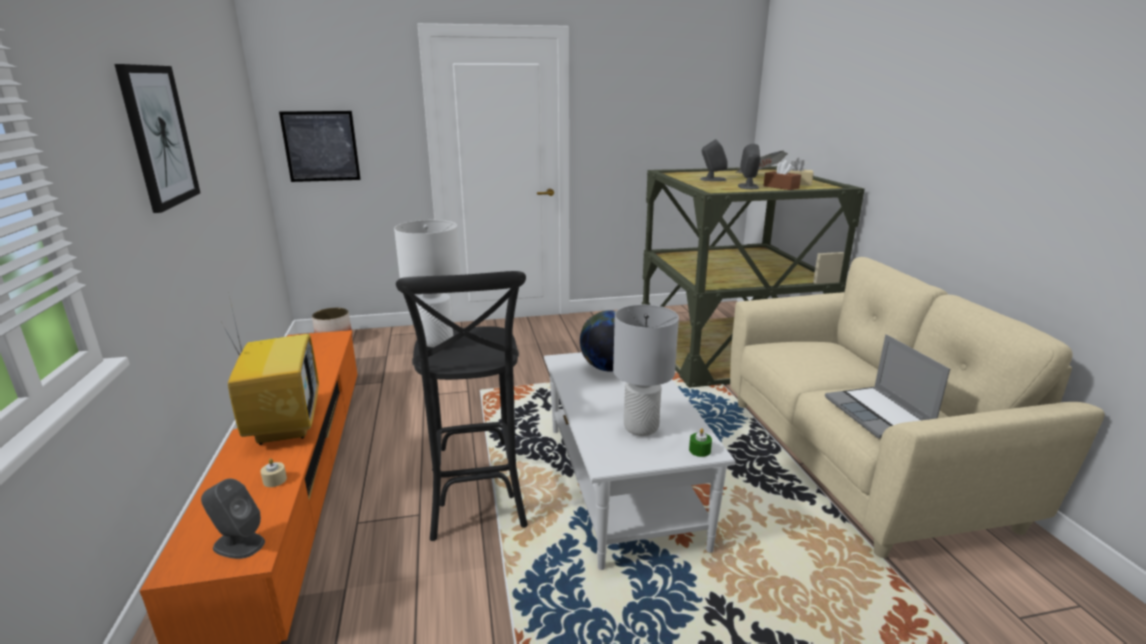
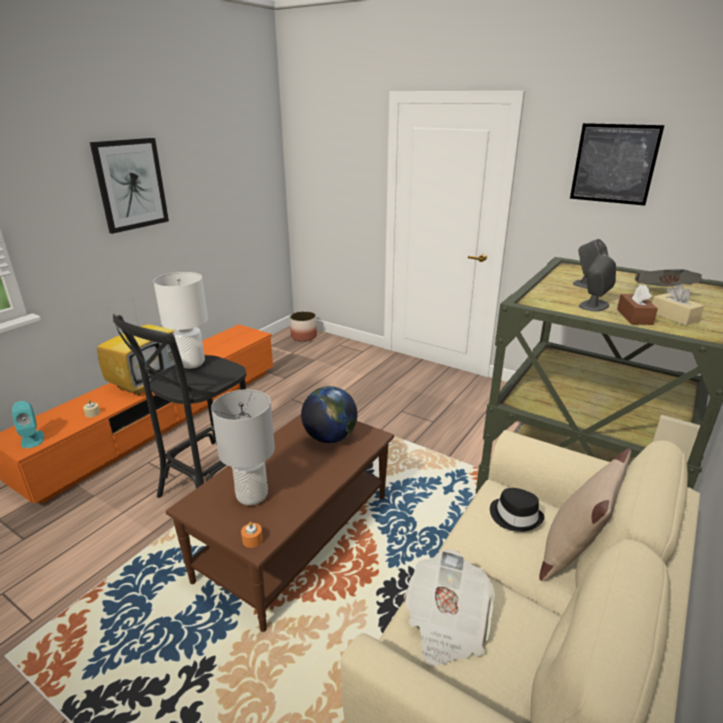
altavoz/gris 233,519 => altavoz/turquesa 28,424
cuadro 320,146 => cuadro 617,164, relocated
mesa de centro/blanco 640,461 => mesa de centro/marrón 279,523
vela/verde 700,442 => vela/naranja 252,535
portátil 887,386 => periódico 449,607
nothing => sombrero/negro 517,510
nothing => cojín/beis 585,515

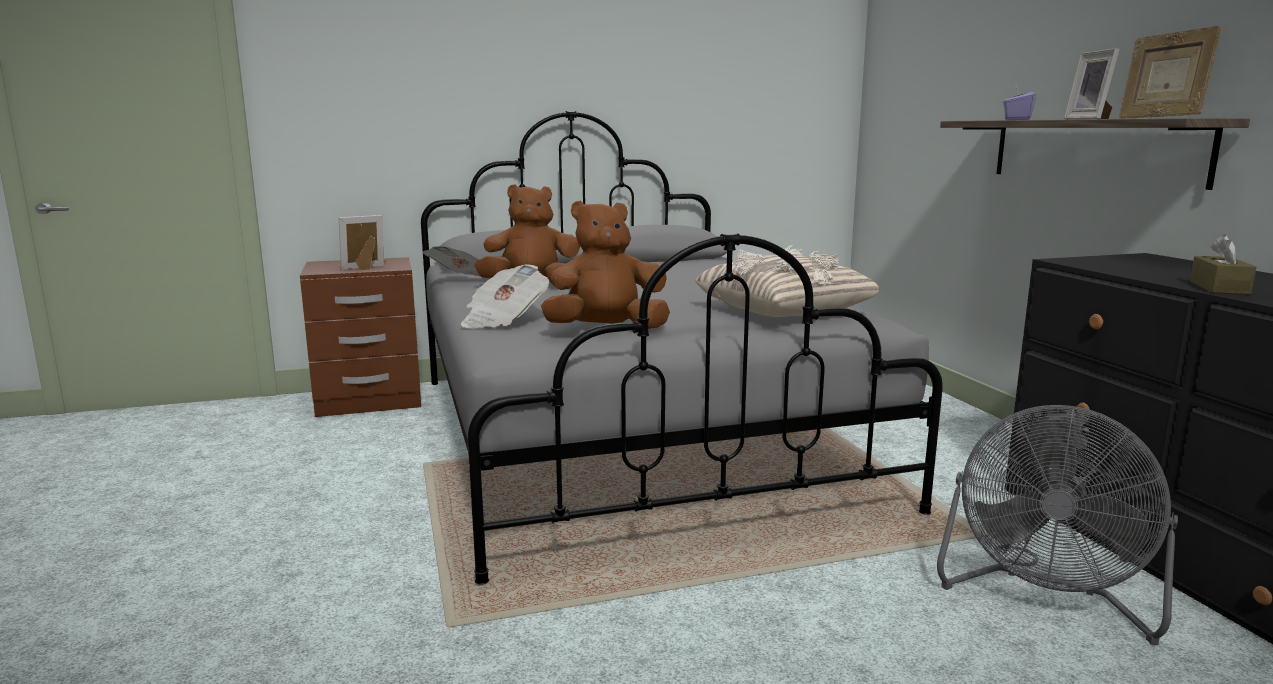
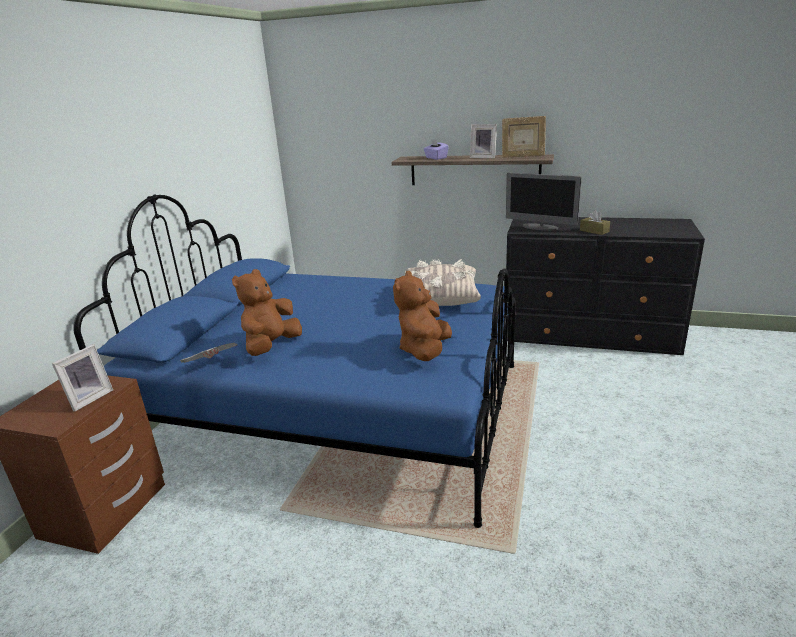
portarretratos 361,242 => portarretratos 82,378, 150 degrees counterclockwise
cama/gris 682,348 => cama/azul 294,361
periódico 505,296 => nothing
ventilador/gris 1057,525 => nothing
nothing => monitor 544,202

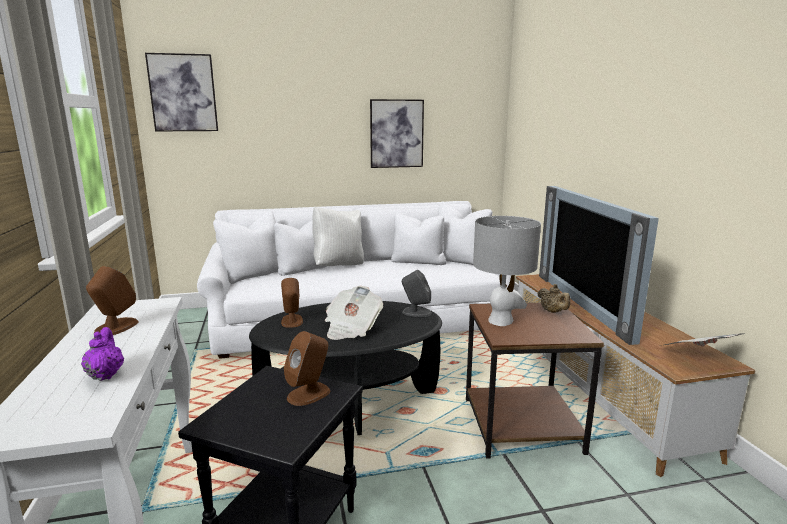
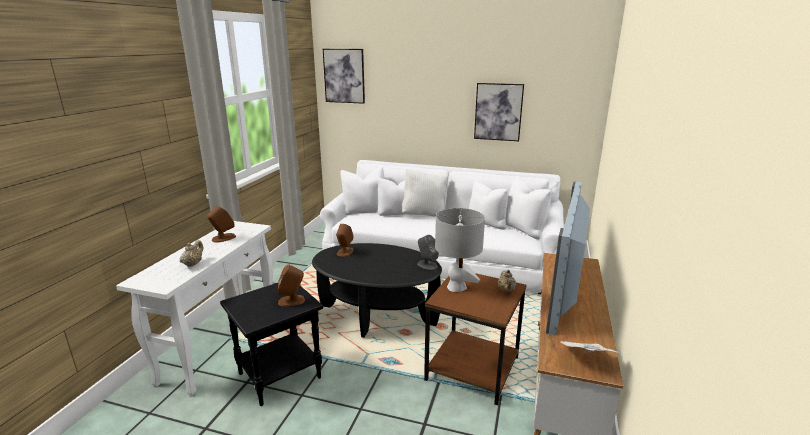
tetera/morado 102,354 => tetera/beis 191,253
periódico 354,313 => nothing

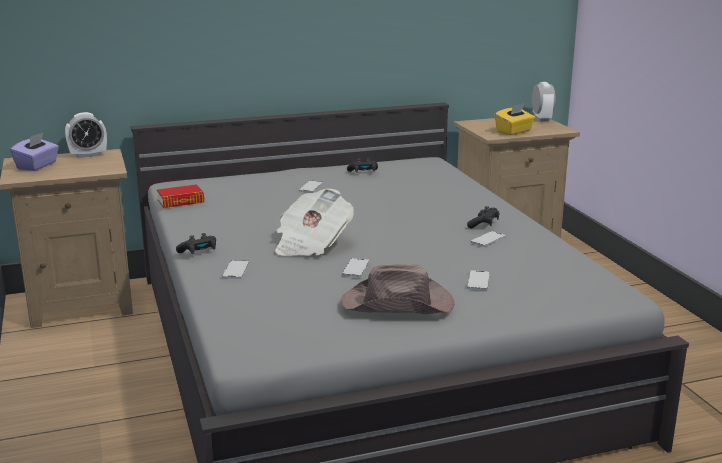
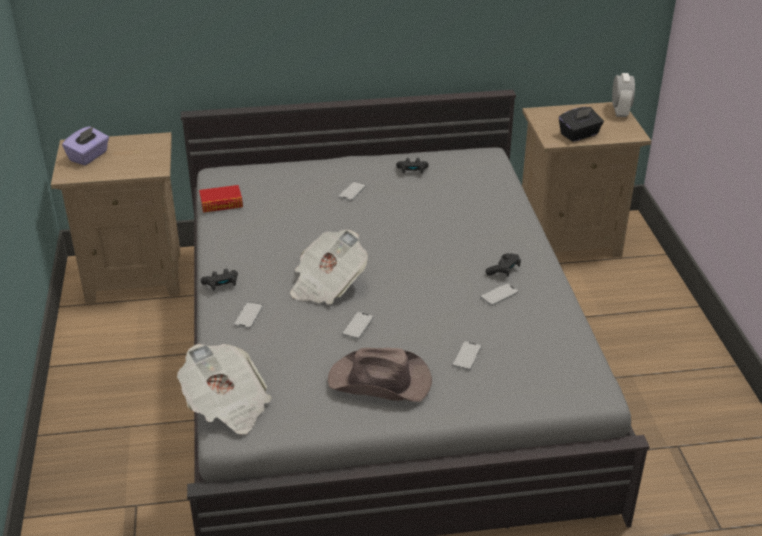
despertador 86,135 => nothing
caja de pañuelos/amarillo 515,119 => caja de pañuelos/negro 581,124
nothing => periódico 224,389

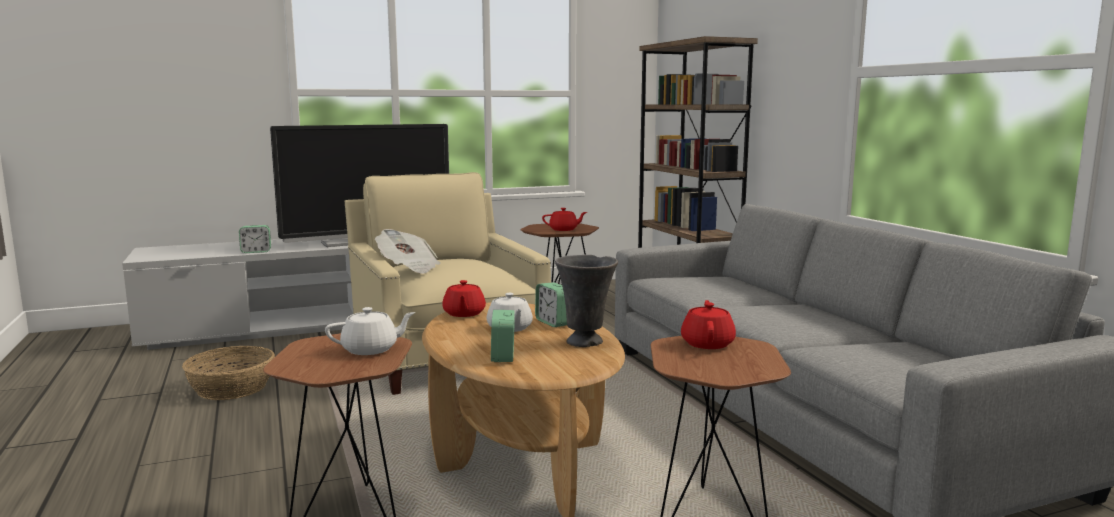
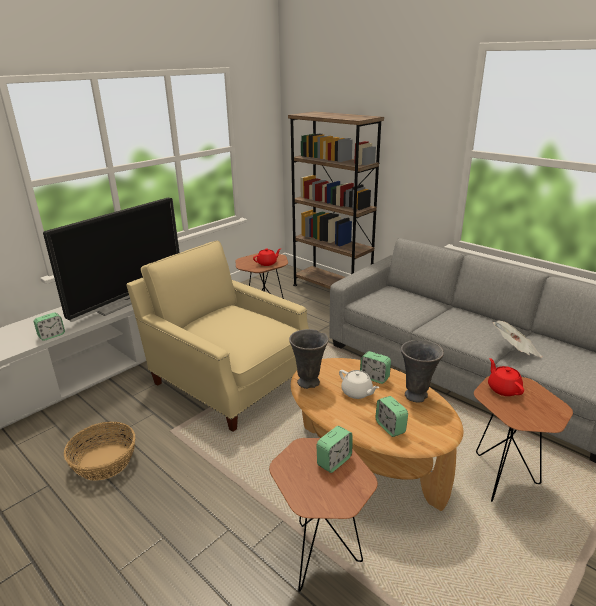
tetera/blanco 370,331 => despertador 334,449
periódico 408,251 => periódico 517,339, relocated
tetera/rojo 464,298 => florero/gris 309,359

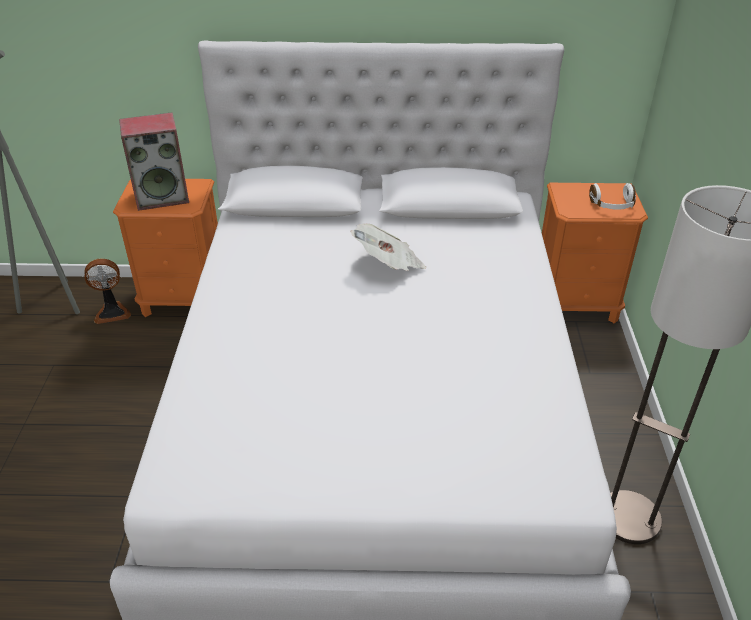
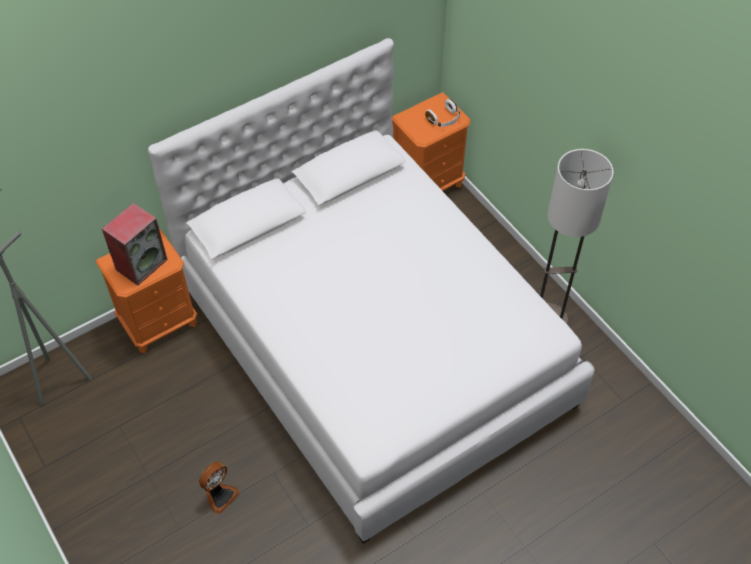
ventilador 107,291 => ventilador 219,488, relocated
periódico 388,247 => nothing

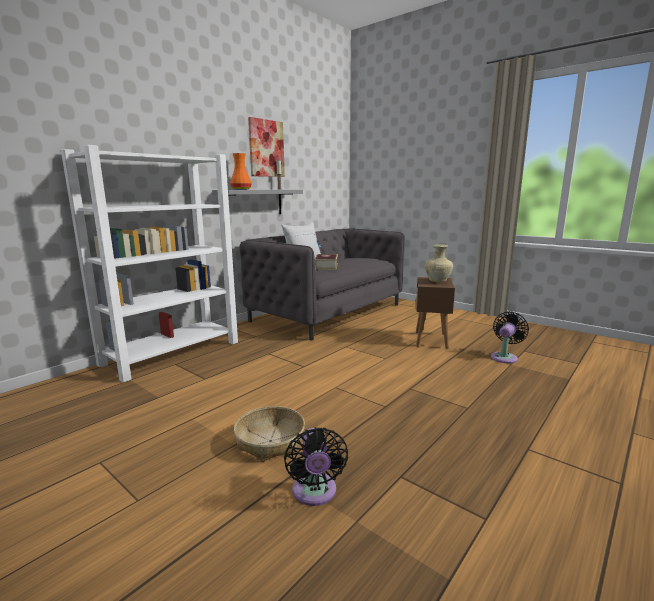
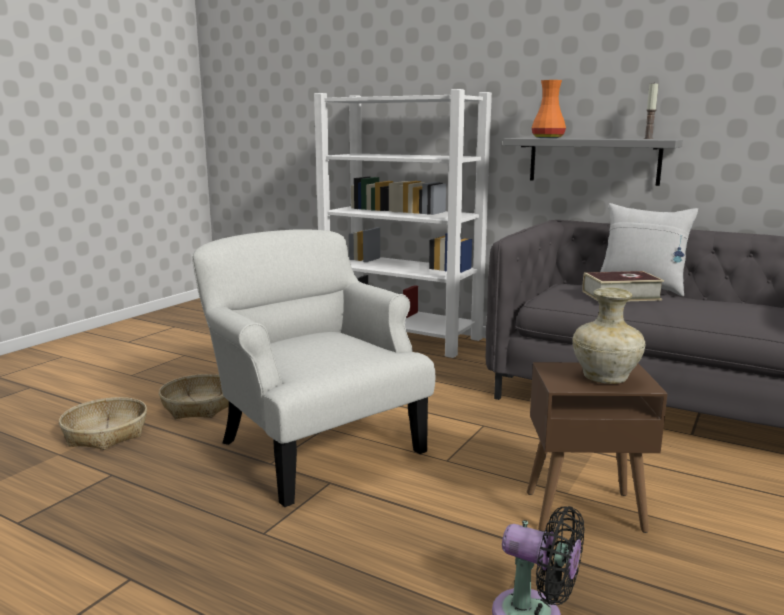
cuadro 266,147 => nothing
ventilador/negro 316,466 => cesta 103,423
nothing => sillón/blanco 313,368

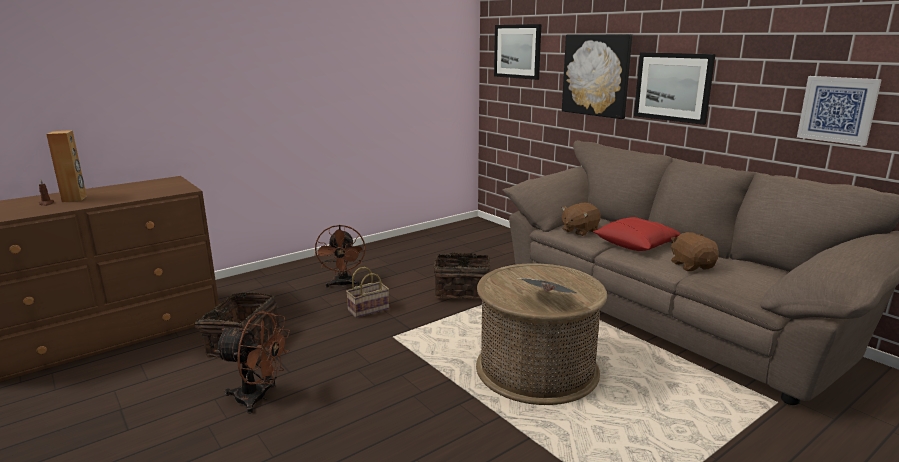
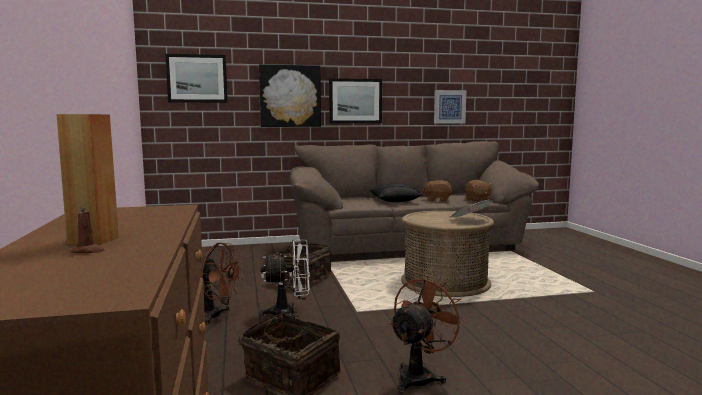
cesta 367,292 => ventilador/blanco 285,279
peluche/marrón 581,219 => peluche/marrón 479,191, relocated
cojín/rojo 637,234 => cojín/negro 395,192

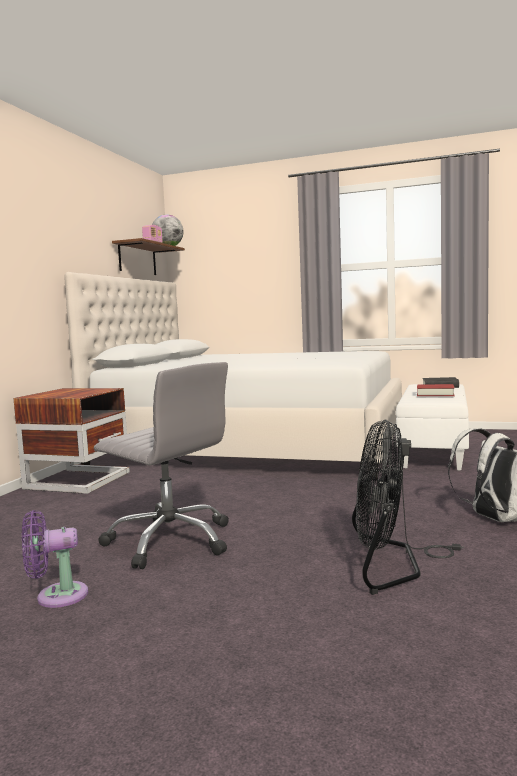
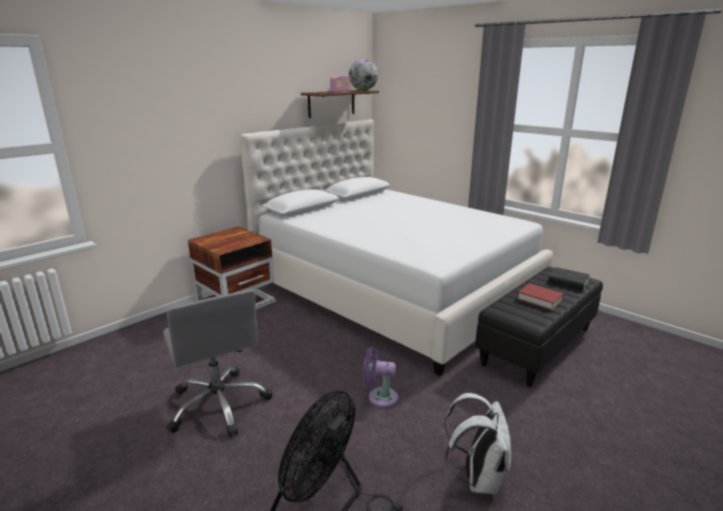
ventilador/morado 55,559 => ventilador/morado 380,377, relocated
puf/blanco 432,427 => puf/negro 539,327

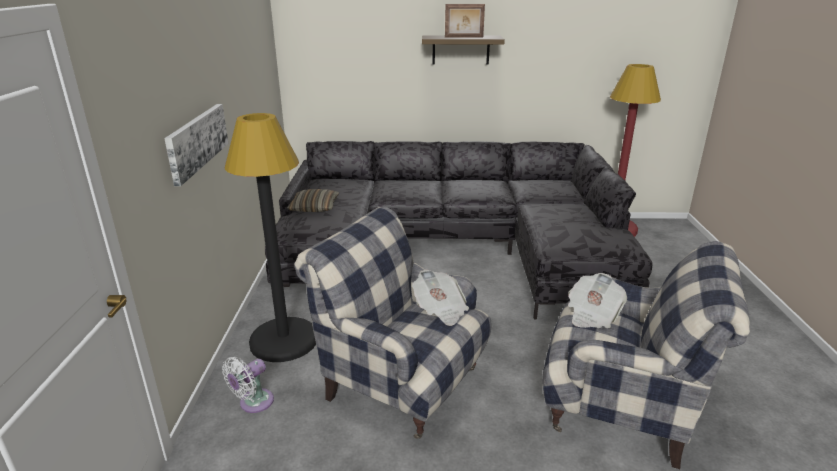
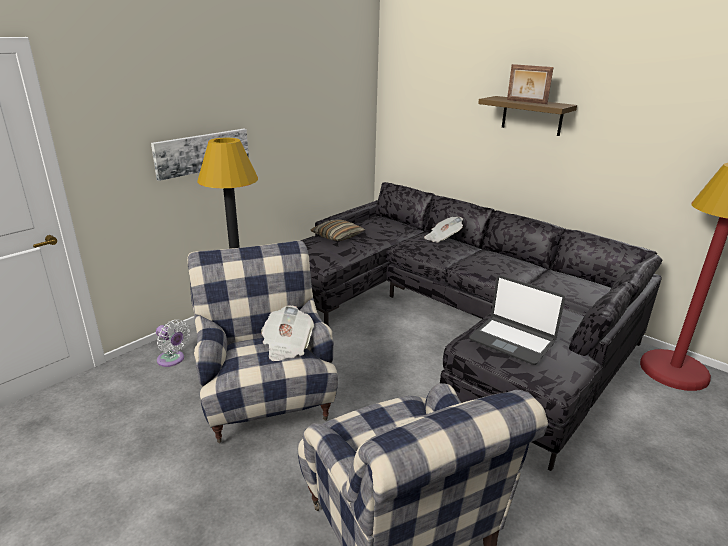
ventilador/blanco 248,385 => ventilador/blanco 173,343, 135 degrees counterclockwise
periódico 597,300 => periódico 443,230, relocated
nothing => portátil 517,320

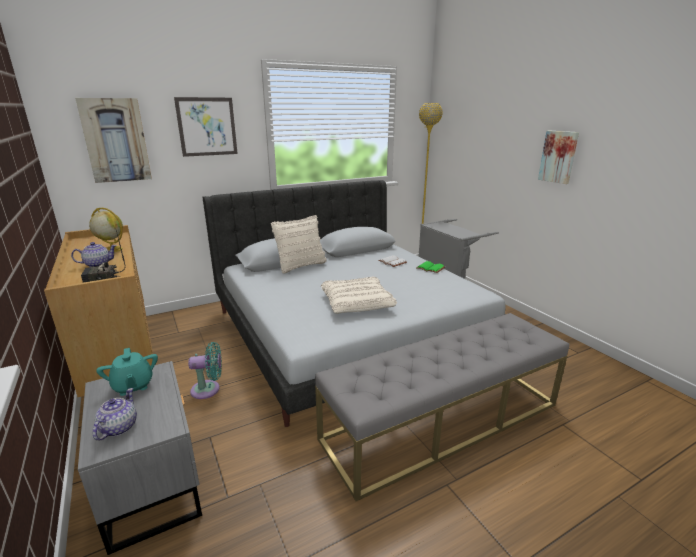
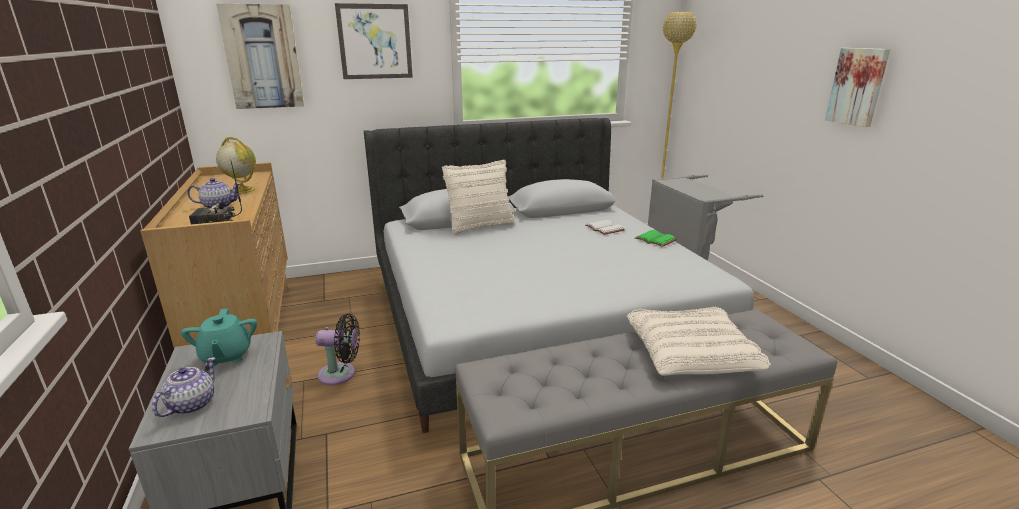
ventilador/turquesa 205,370 => ventilador/negro 337,349
cojín/beis 359,295 => cojín/beis 699,341, relocated

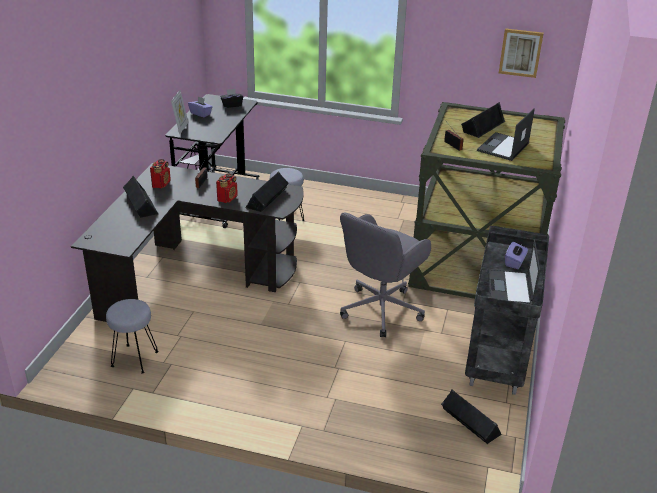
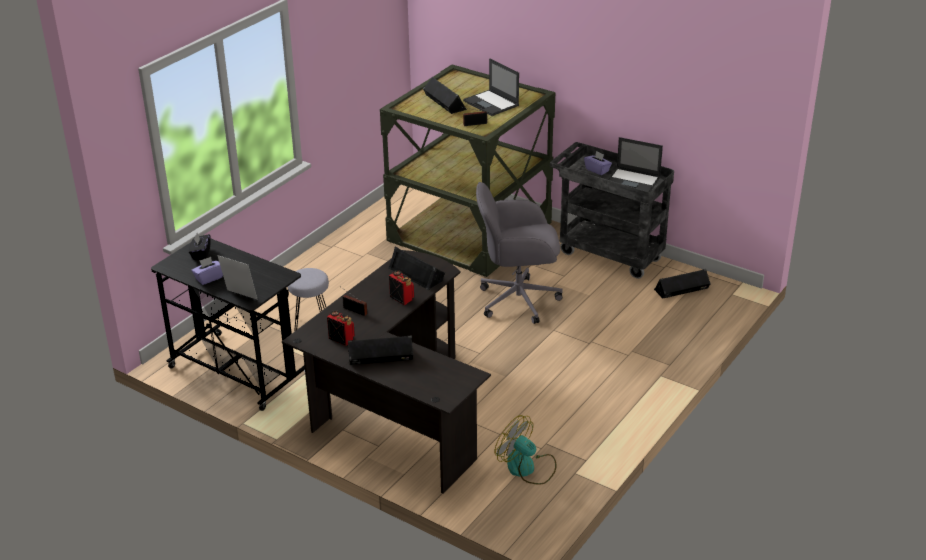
taburete/gris 132,336 => ventilador 525,450
silla de oficina/gris 385,275 => silla de oficina/gris 519,253, 120 degrees clockwise
cuadro 521,53 => nothing

